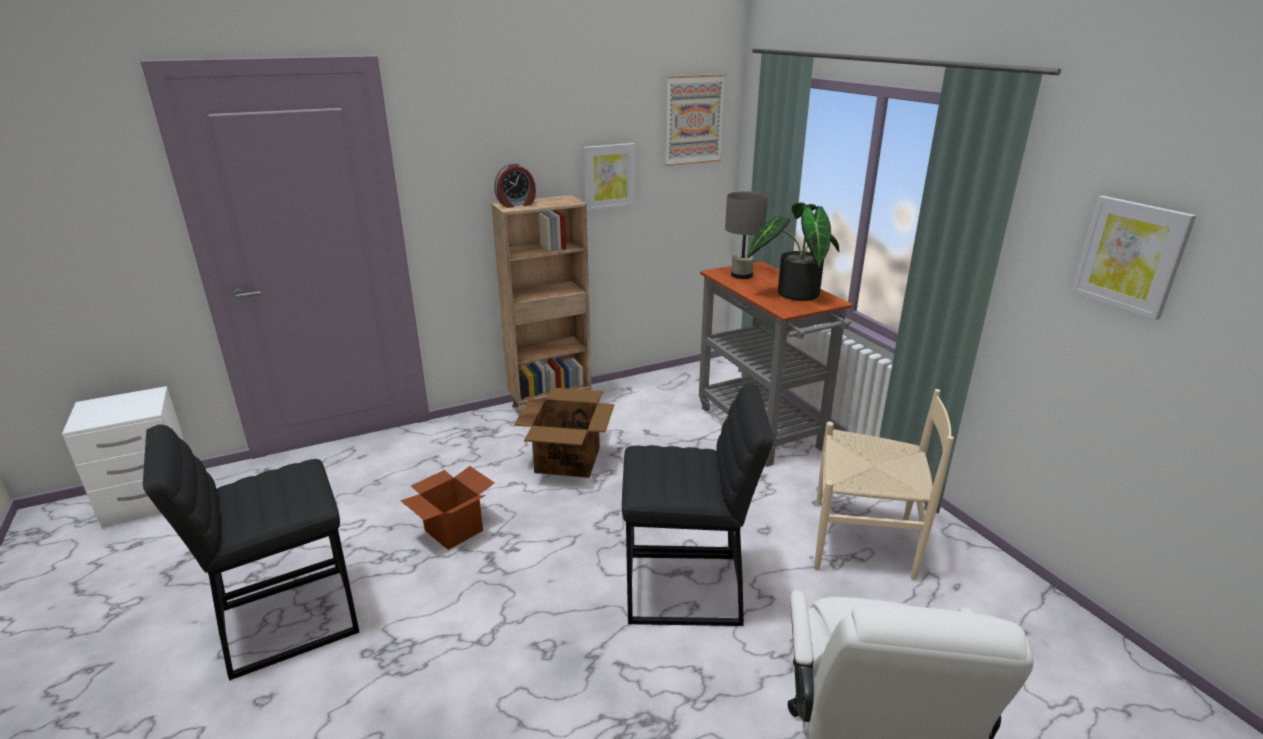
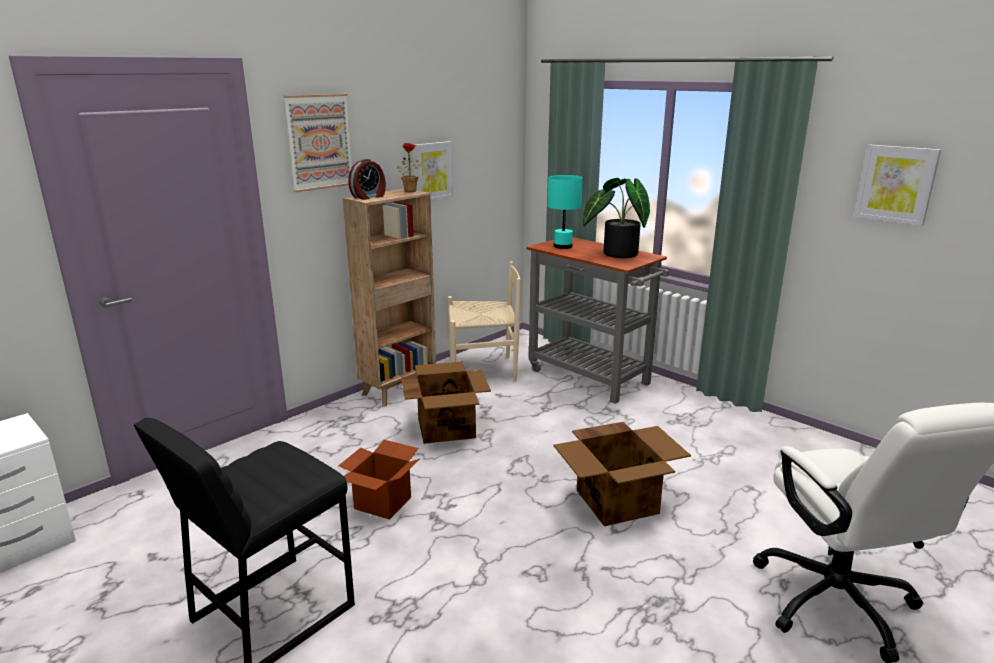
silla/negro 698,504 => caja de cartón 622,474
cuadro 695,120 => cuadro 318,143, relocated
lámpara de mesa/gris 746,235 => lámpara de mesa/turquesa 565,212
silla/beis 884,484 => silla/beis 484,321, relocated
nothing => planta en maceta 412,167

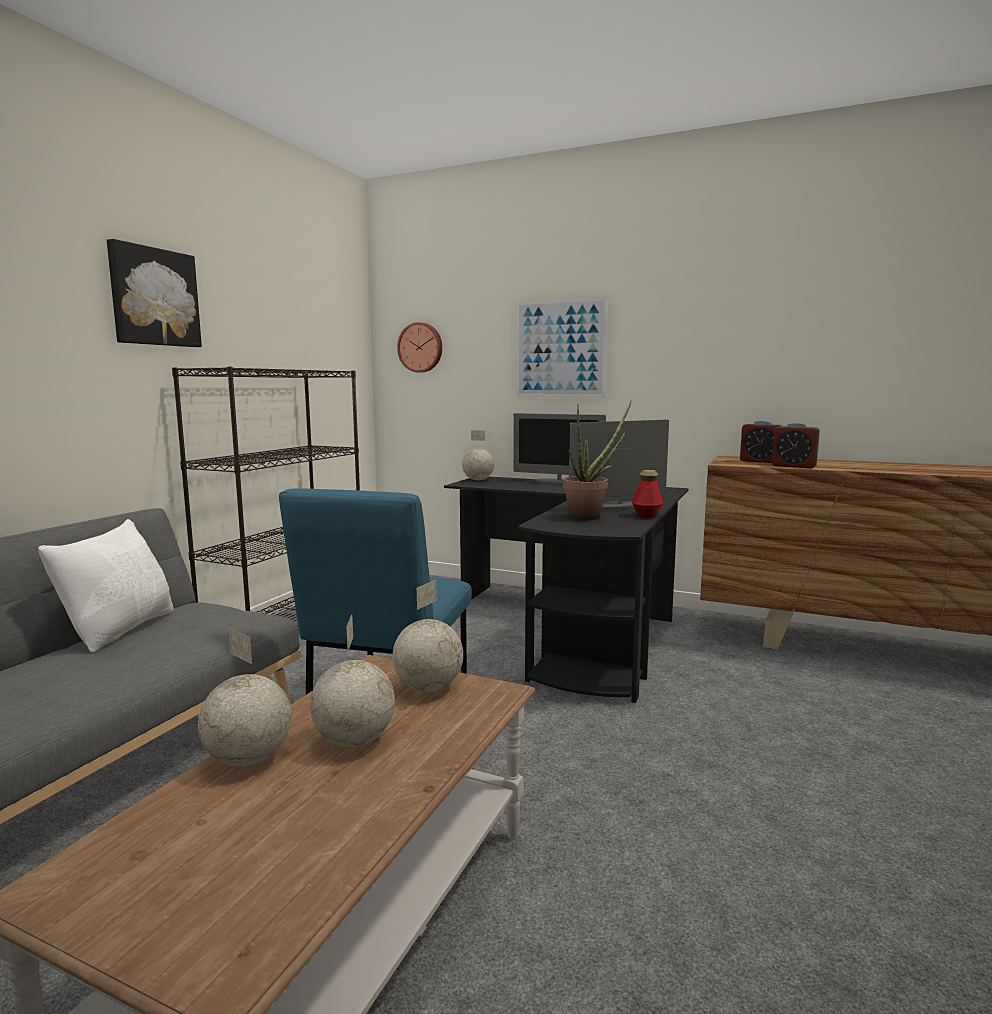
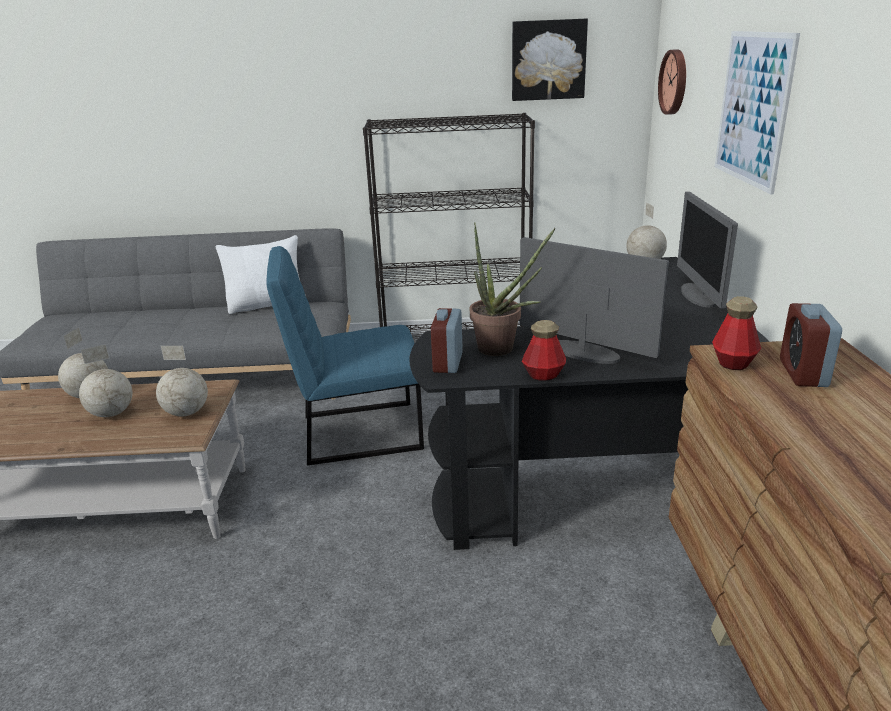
cuadro 154,293 => cuadro 550,60, relocated
despertador 796,445 => despertador 447,340, relocated
nothing => botella 736,333

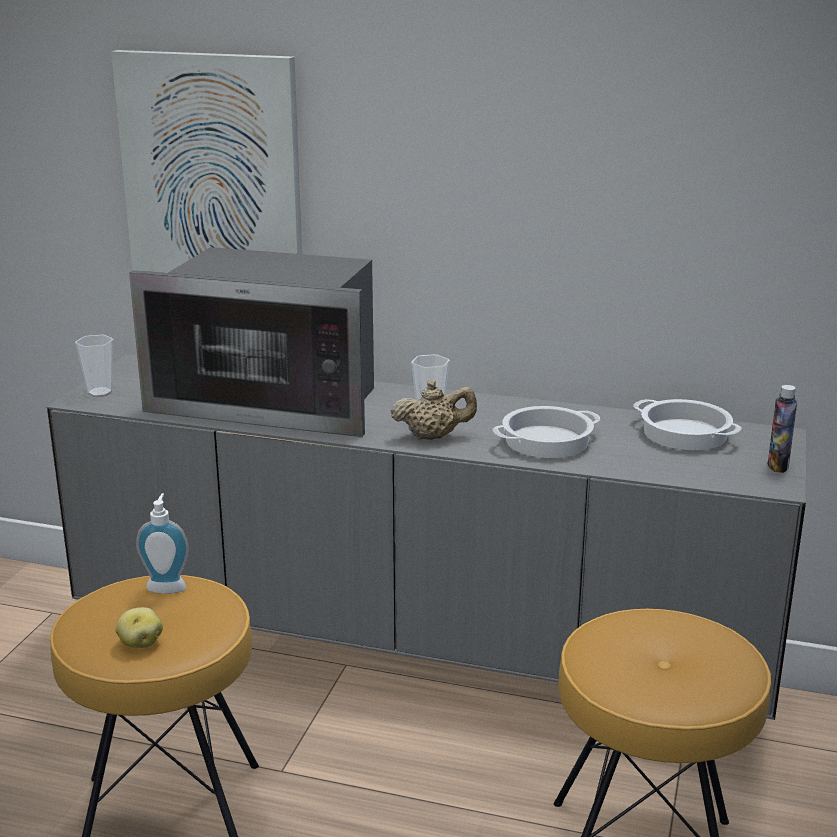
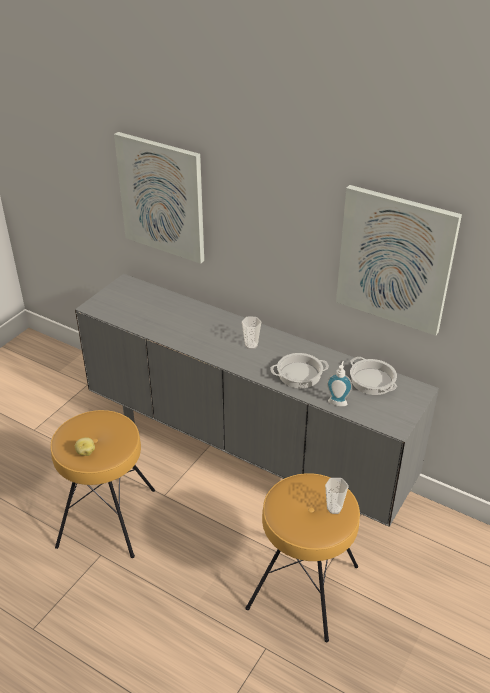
taza 94,365 => taza 337,496, relocated
microondas 251,342 => nothing
dispensador de jabón 162,543 => dispensador de jabón 339,383, relocated
tetera/beis 434,410 => nothing
botella 782,429 => nothing
nothing => cuadro 399,260

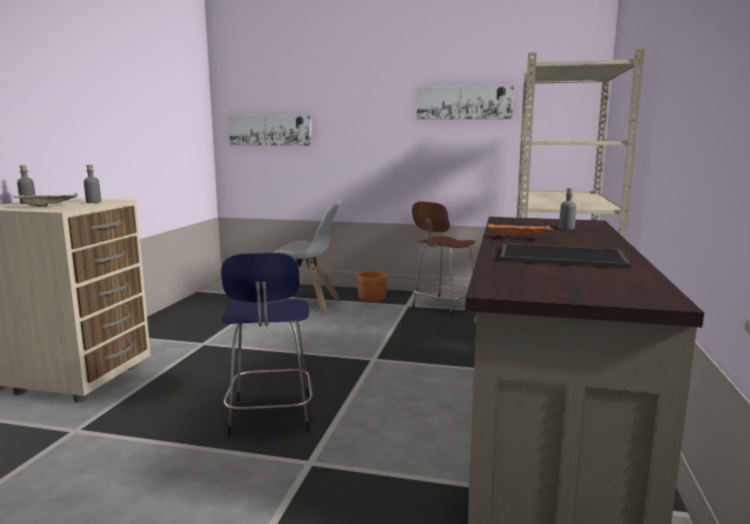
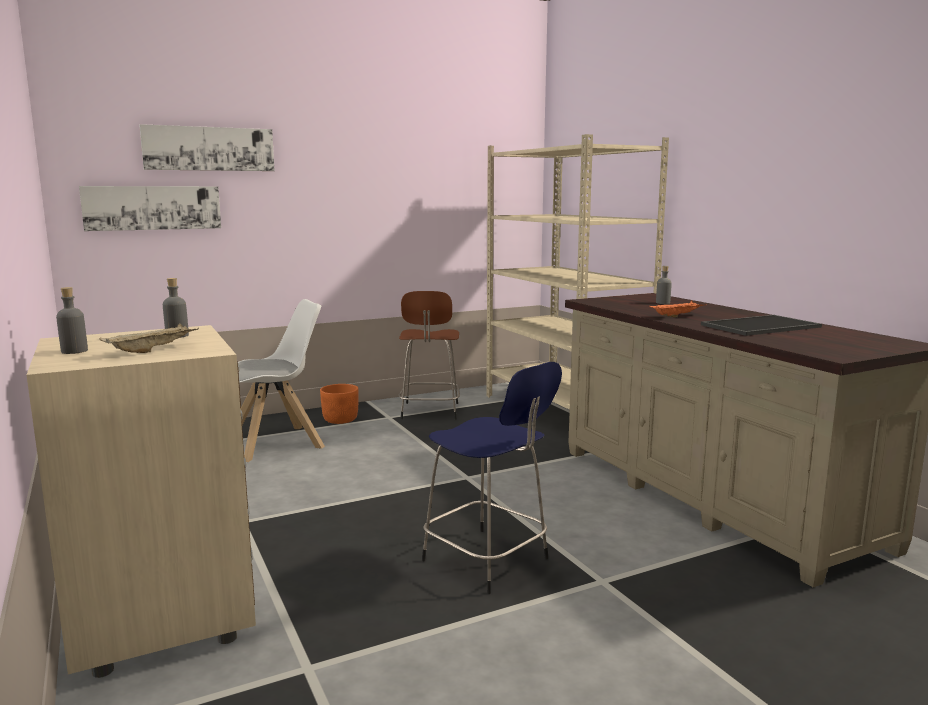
cuadro 465,102 => cuadro 207,147, relocated

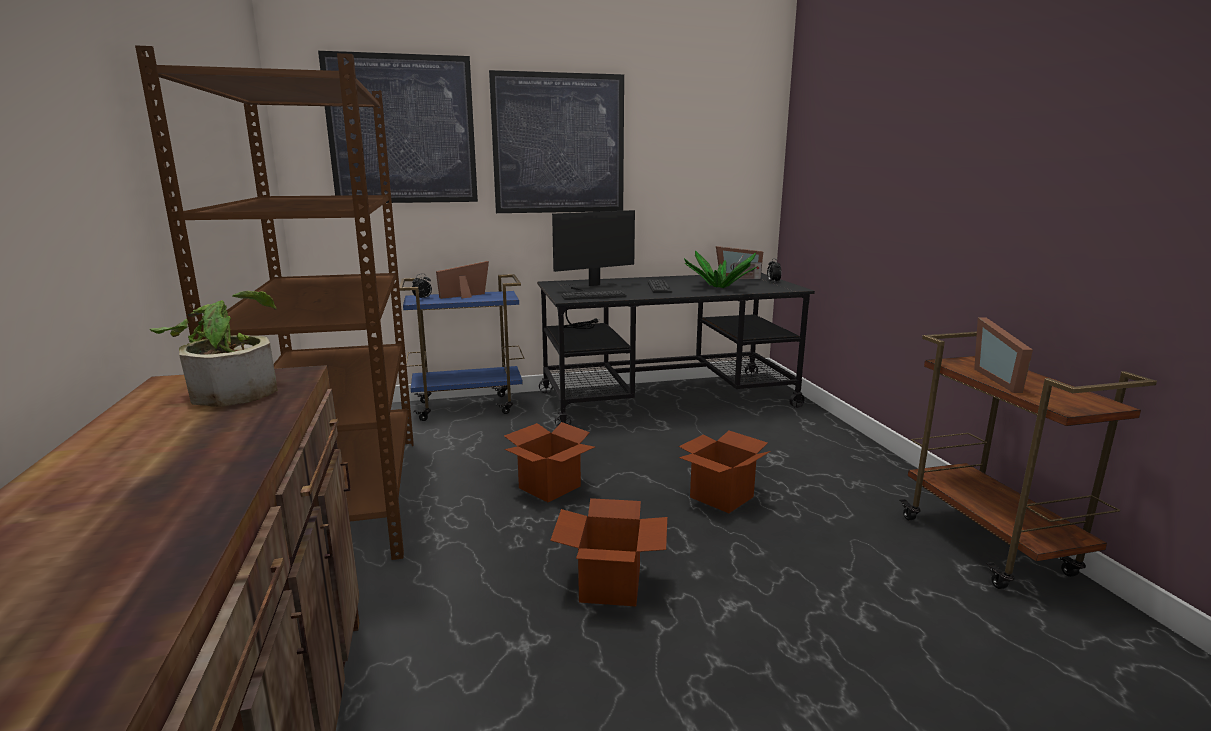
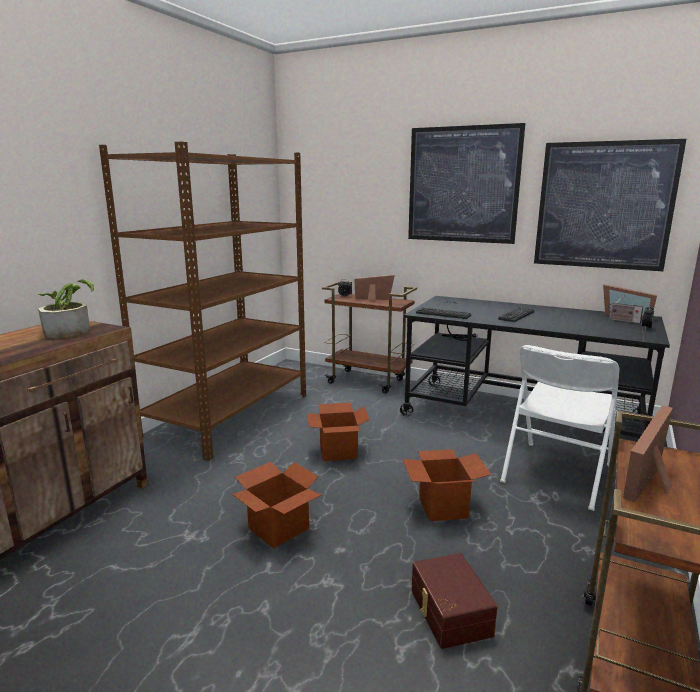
cuadro 398,127 => cuadro 610,205, relocated
carrito/azul 461,347 => carrito/marrón 369,337
monitor 593,251 => nothing
planta en maceta 721,269 => nothing
nothing => caja de almacenaje/marrón 455,601
nothing => silla/blanco 559,428

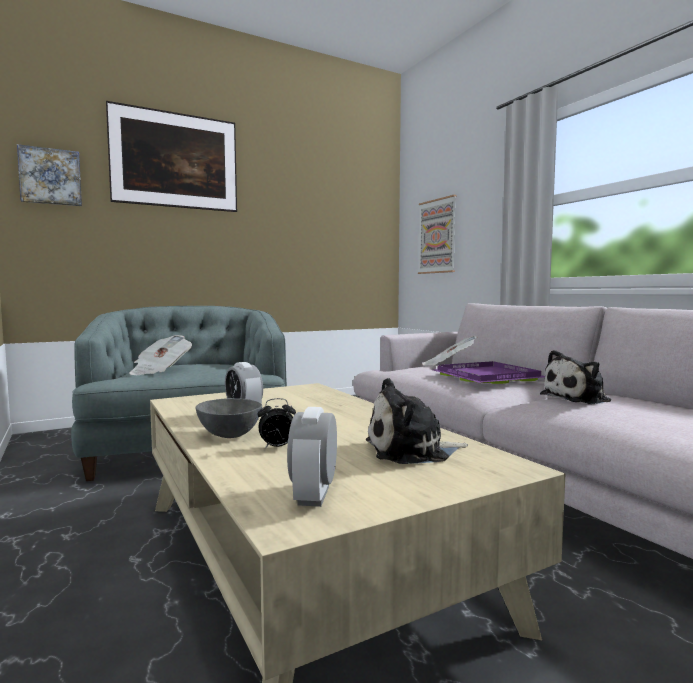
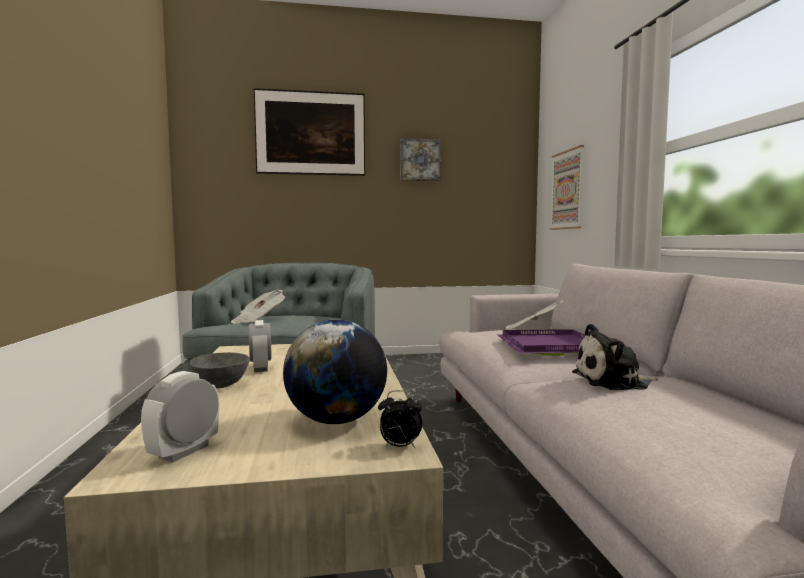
cuadro 49,175 => cuadro 420,159, relocated
despertador 277,423 => despertador 400,419, relocated
peluche 417,421 => globo terráqueo 335,372

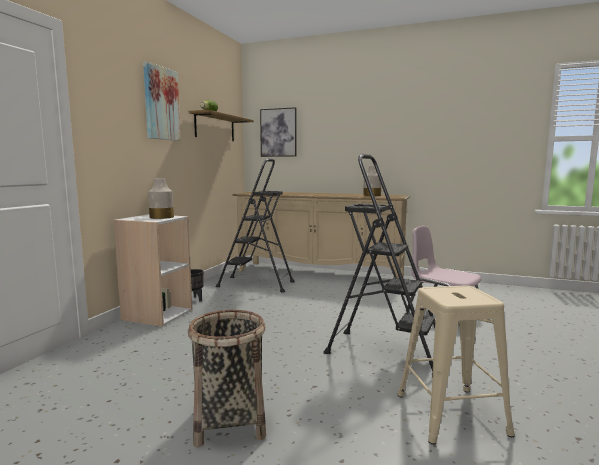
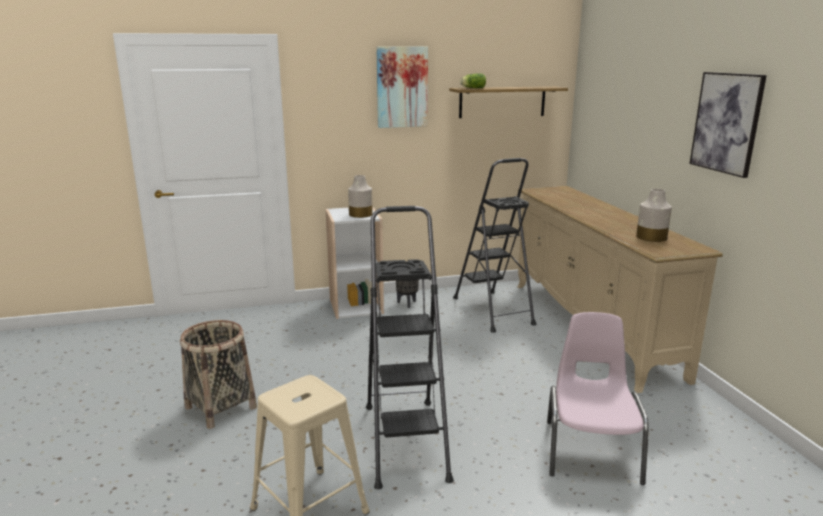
cuadro 278,132 => cuadro 728,125, relocated

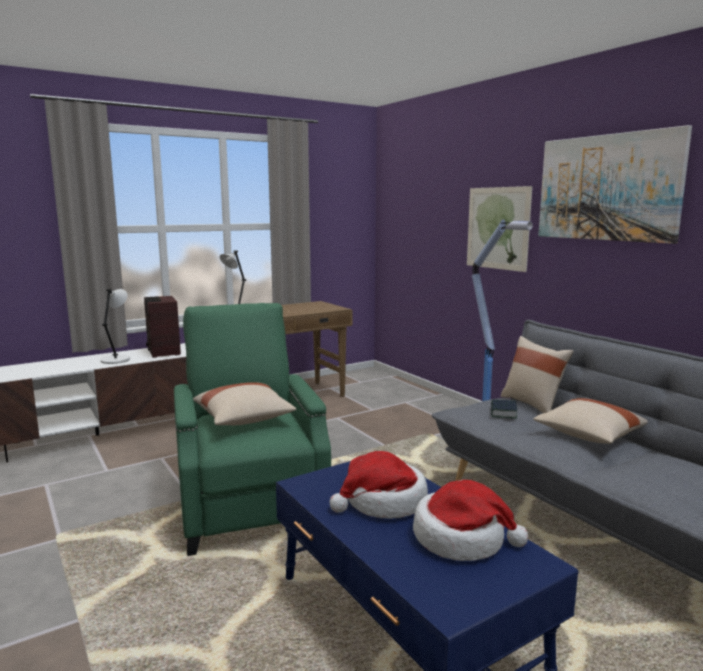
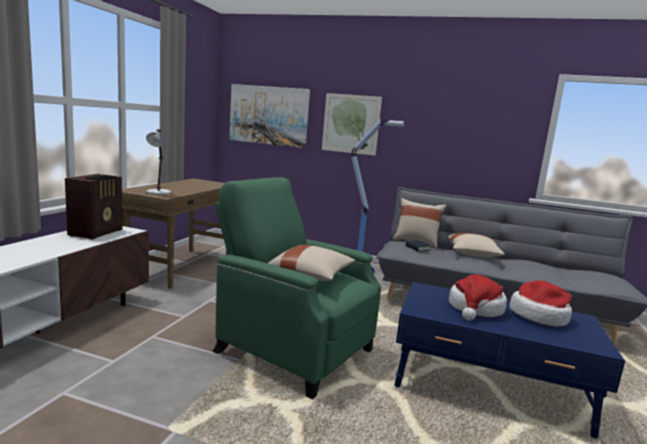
lámpara de mesa/gris 115,326 => nothing
radio 162,327 => radio 93,207, 105 degrees counterclockwise
cuadro 615,184 => cuadro 269,116, relocated

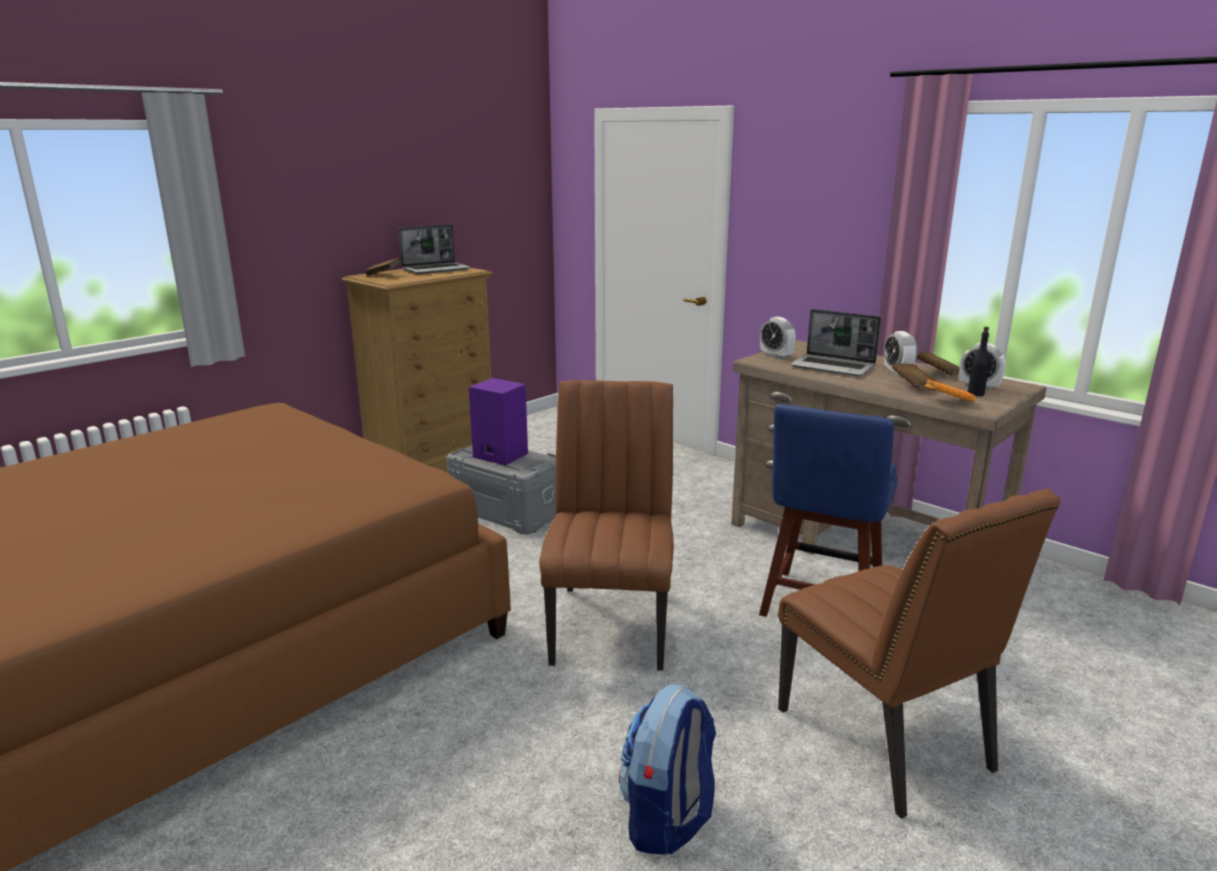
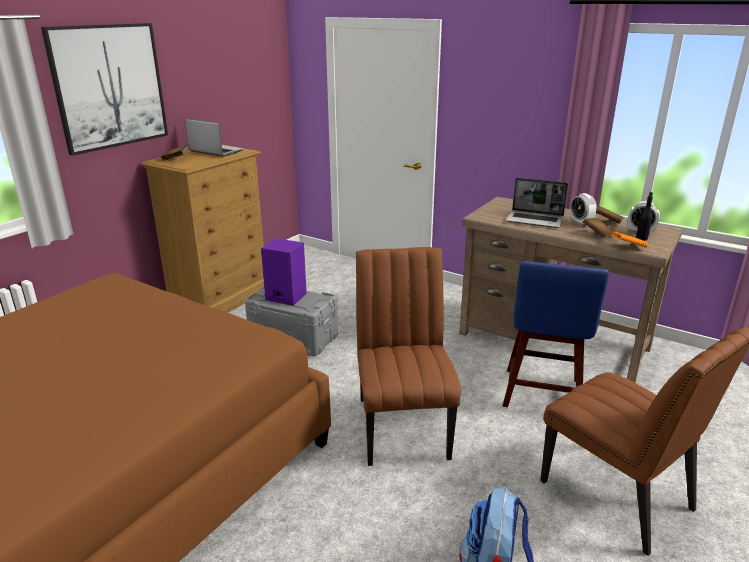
portátil 434,249 => portátil 214,138, 105 degrees counterclockwise
despertador 777,338 => nothing
nothing => cuadro 104,89

